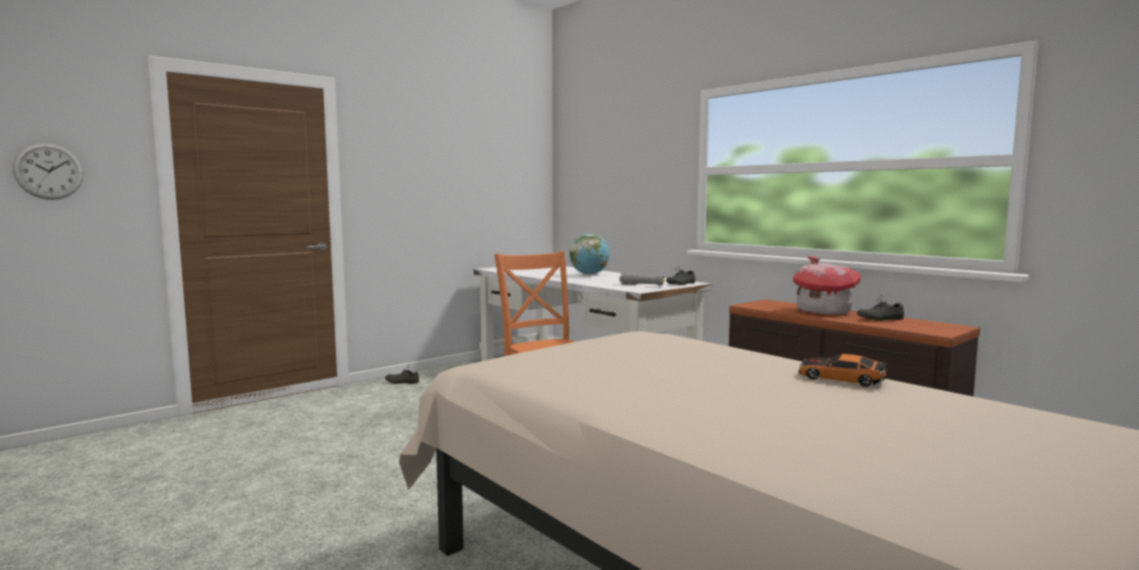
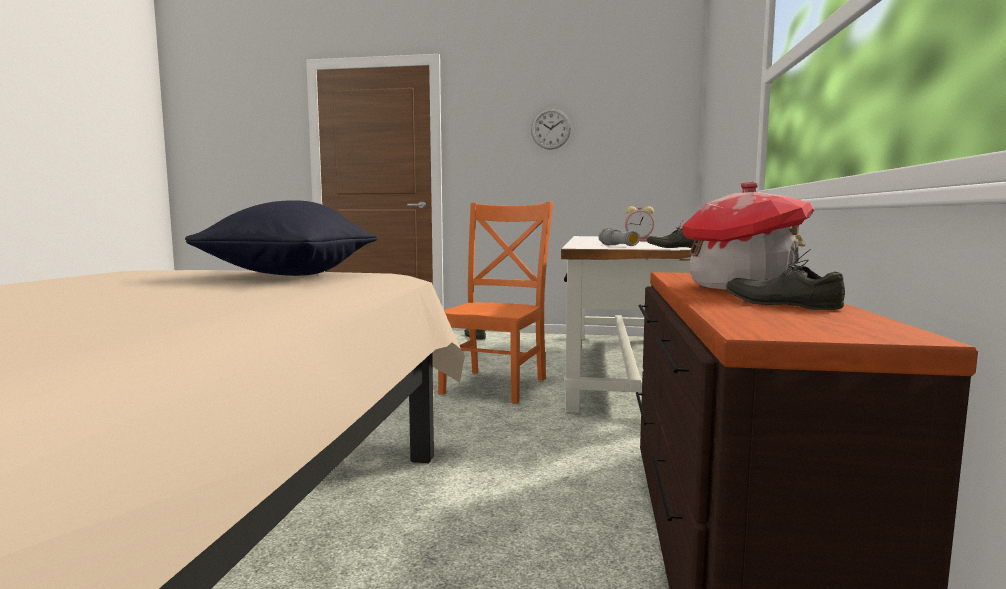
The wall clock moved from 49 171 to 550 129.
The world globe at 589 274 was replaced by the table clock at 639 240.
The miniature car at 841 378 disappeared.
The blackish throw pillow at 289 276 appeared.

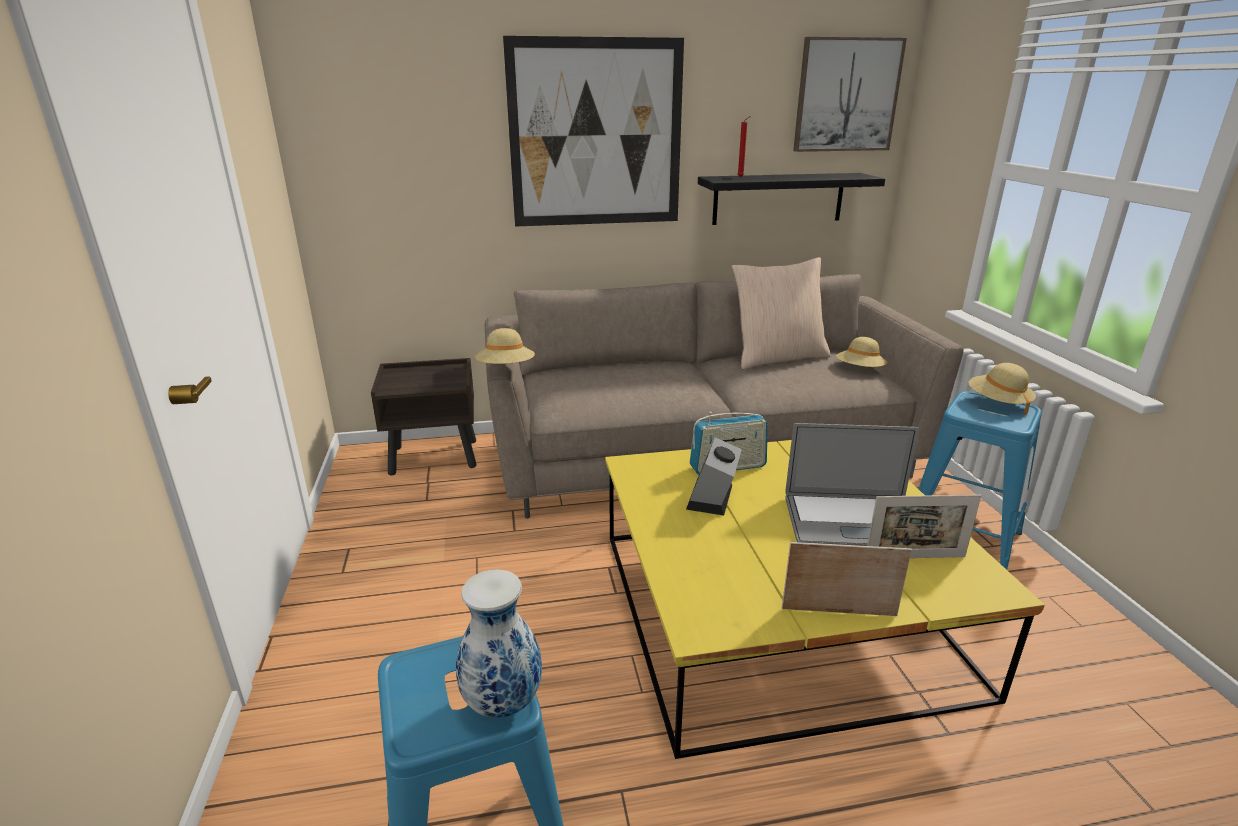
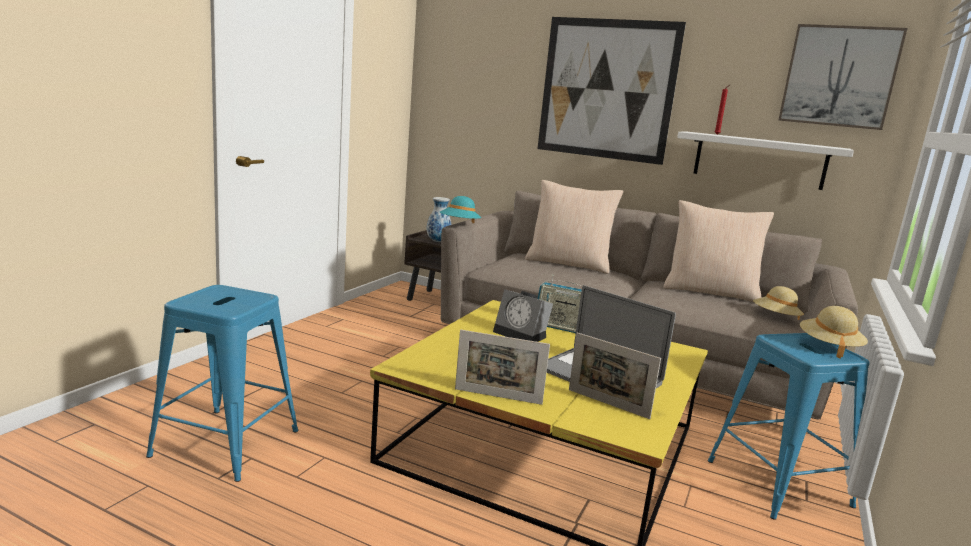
The blackish shelf at 778 198 became the white-coloured shelf at 759 160.
The beige-coloured clothing hat at 506 369 became the turquoise clothing hat at 459 225.
The table clock at 712 499 turned 105 degrees counterclockwise.
The standing frame at 838 612 turned 150 degrees clockwise.
The flower vase moved from 502 701 to 438 241.
The beige-coloured throw pillow at 568 263 appeared.

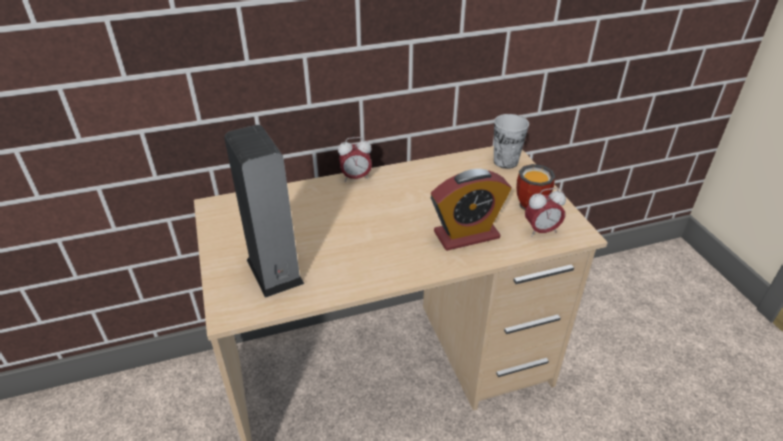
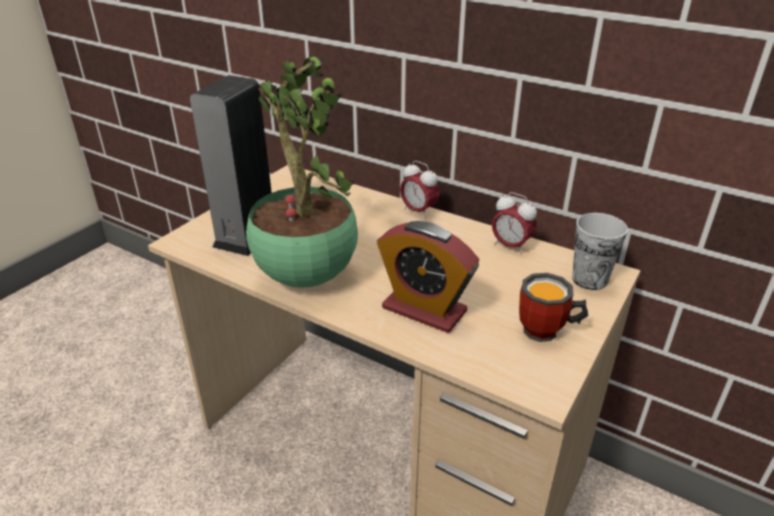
The table clock moved from 541 231 to 510 246.
The plant in a pot at 304 275 appeared.

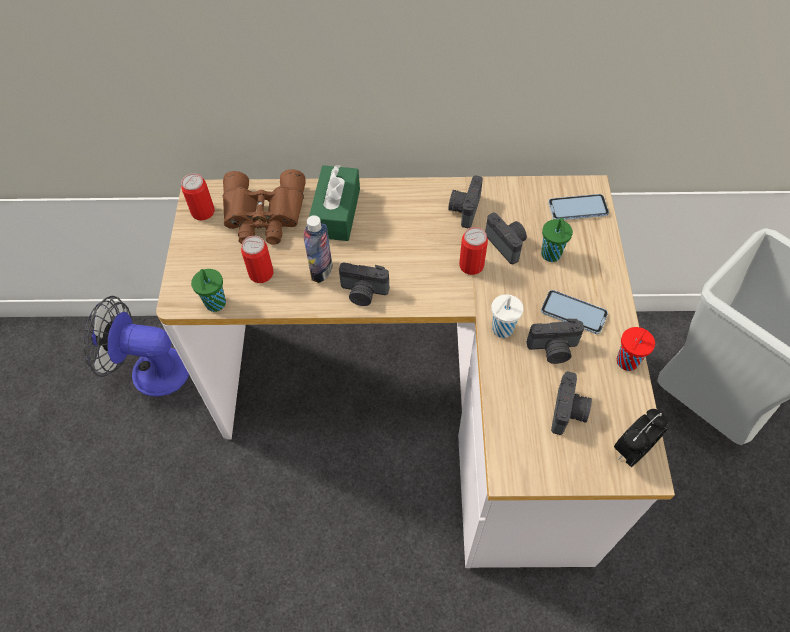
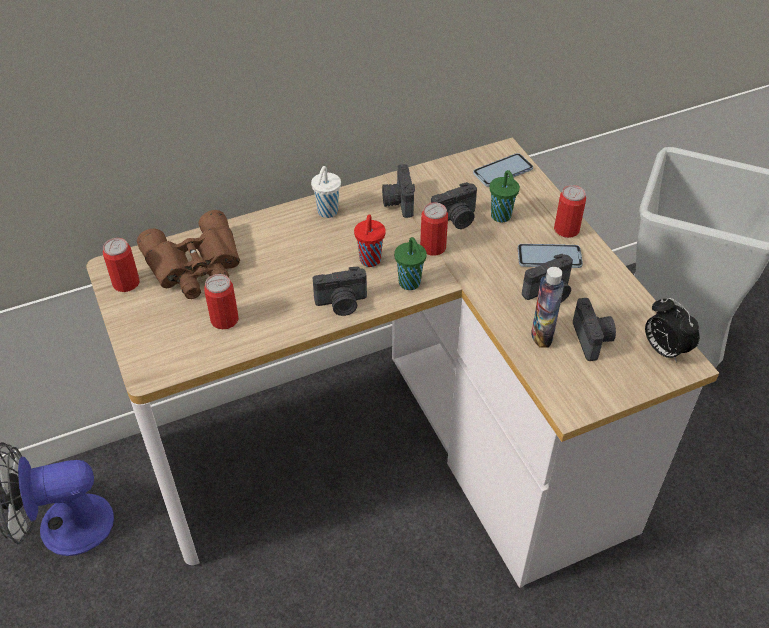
The green-coloured tissue box at 336 212 disappeared.
The photo camera at 507 244 turned 120 degrees clockwise.
The bottle moved from 321 271 to 542 335.
The green-coloured cup moved from 215 304 to 410 284.
The white-coloured cup moved from 501 330 to 327 212.
The red-coloured cup moved from 626 362 to 370 261.
The table clock at 632 449 turned 60 degrees counterclockwise.
The can at 566 229 appeared.

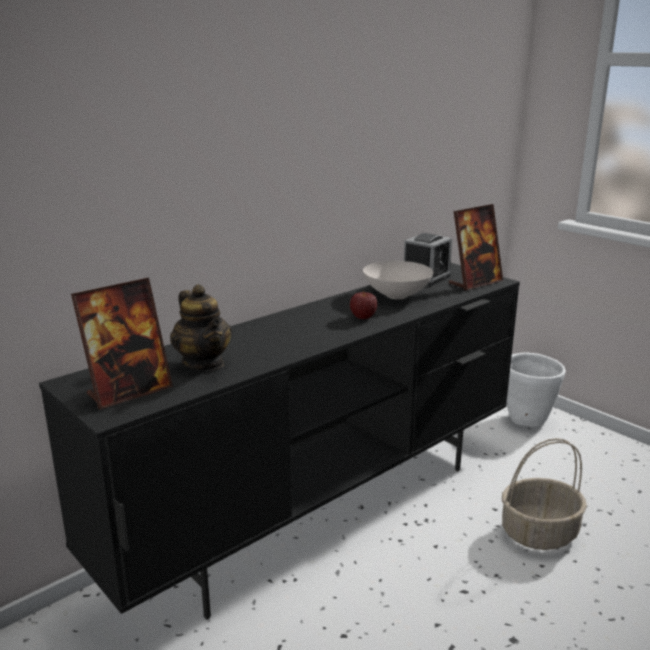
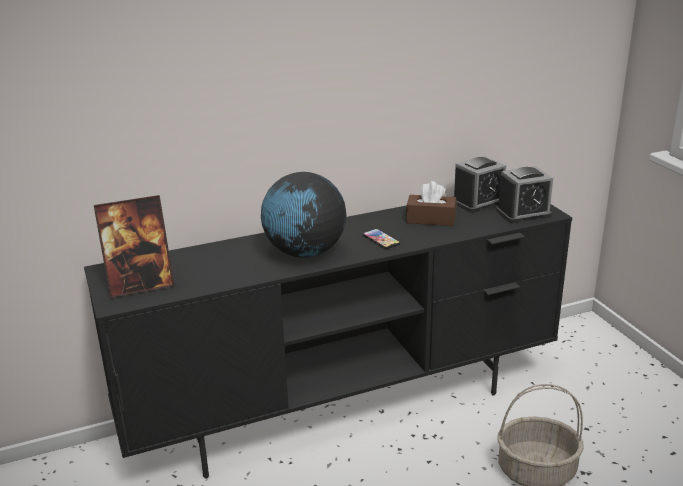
The standing frame at 475 282 was replaced by the table clock at 523 213.
The white-coloured serving bowl at 396 296 was replaced by the brown tissue box at 431 219.
The tea pot at 203 363 disappeared.
The whole apple at 363 317 was replaced by the handset at 381 239.
The white-coloured planter at 528 420 disappeared.
The world globe at 304 253 appeared.

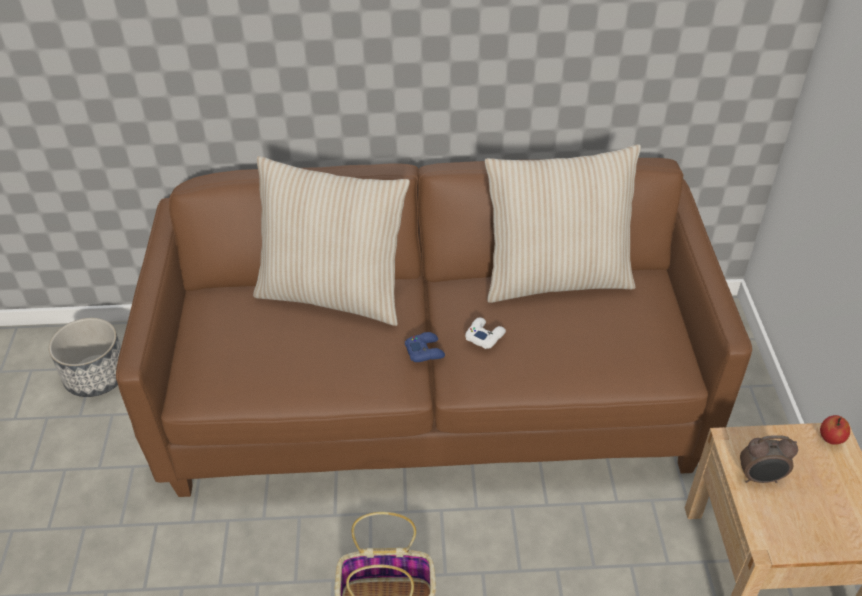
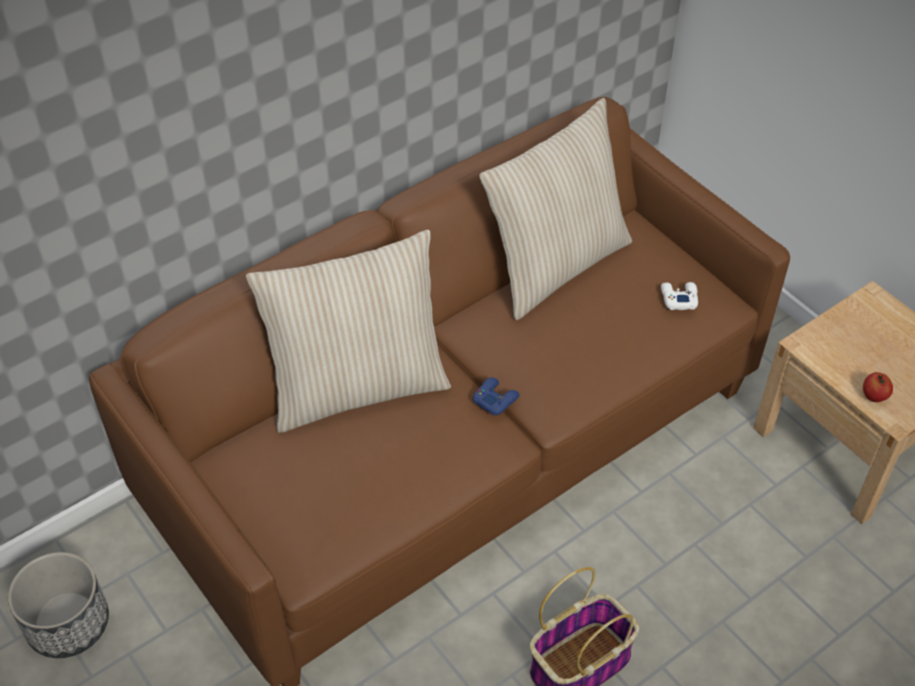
The white-coloured game controller moved from 484 336 to 678 298.
The whole apple moved from 831 439 to 874 396.
The table clock at 760 478 disappeared.

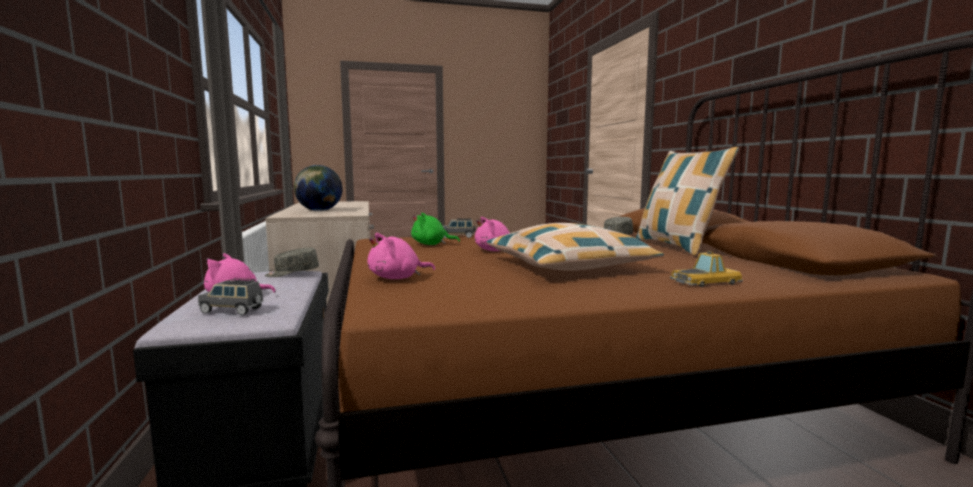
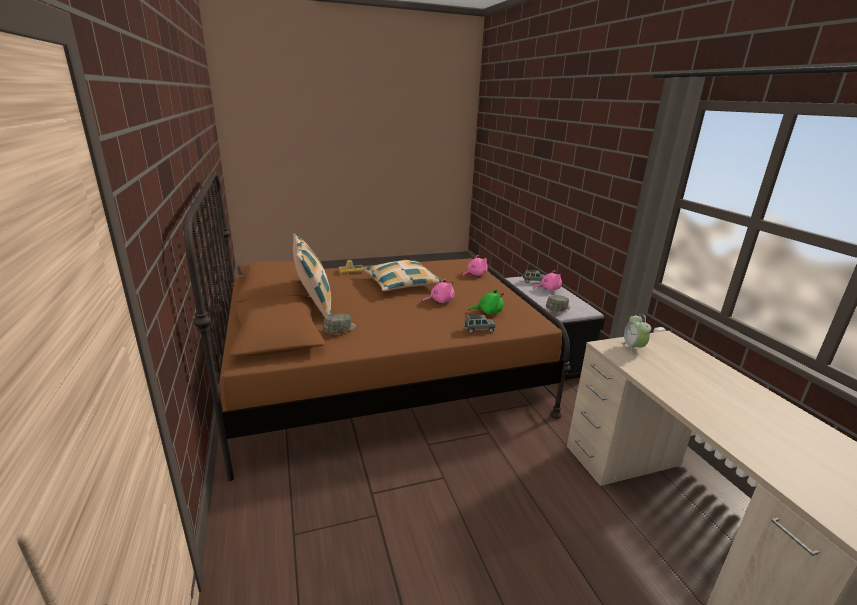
The world globe at 319 211 disappeared.
The table clock at 633 348 appeared.

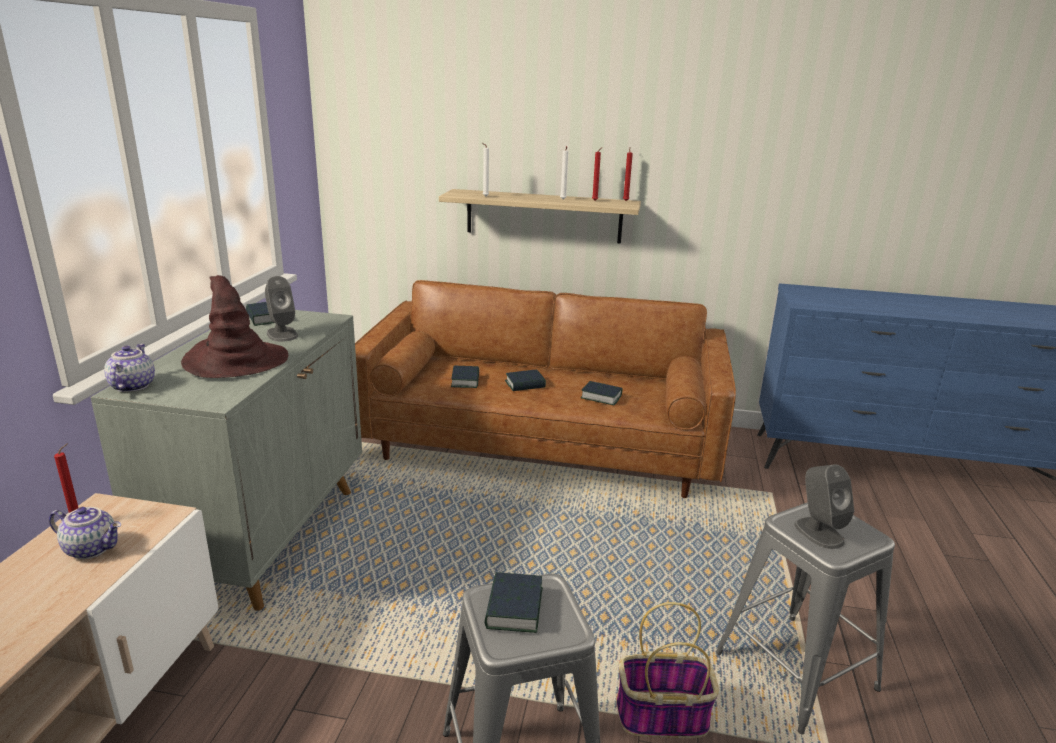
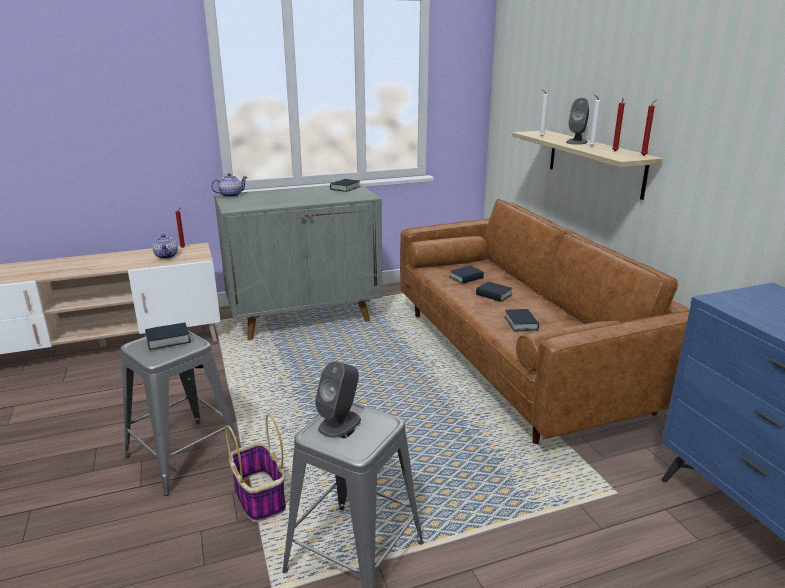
The brown clothing hat at 235 361 disappeared.
The gray speaker moved from 282 334 to 576 142.

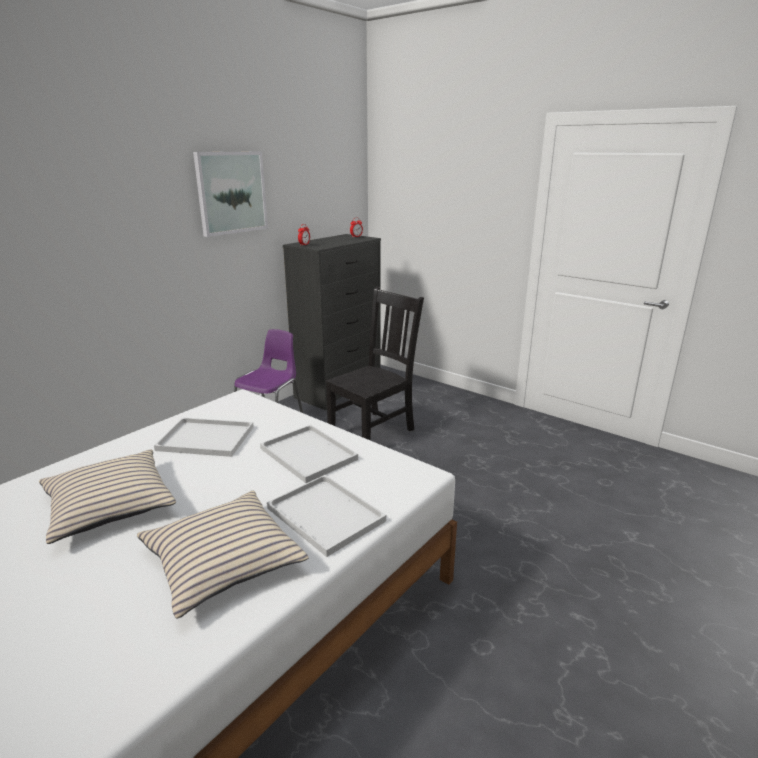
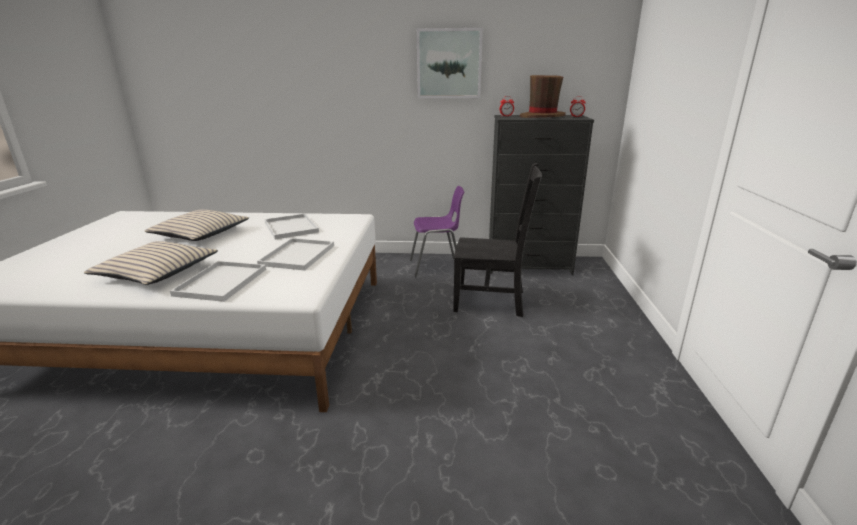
The brown clothing hat at 542 116 appeared.

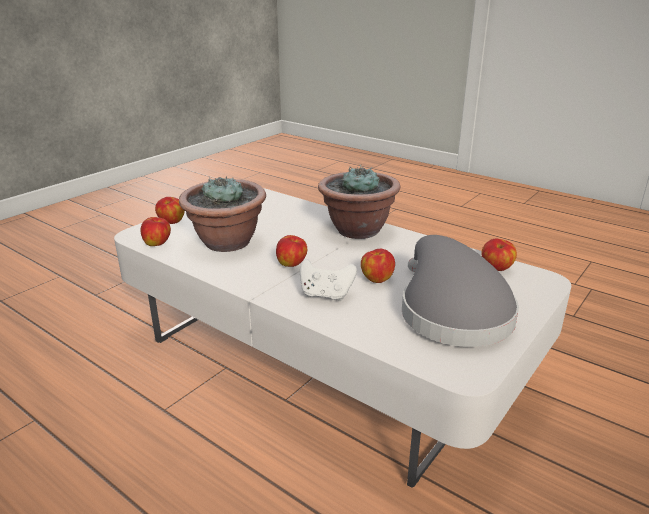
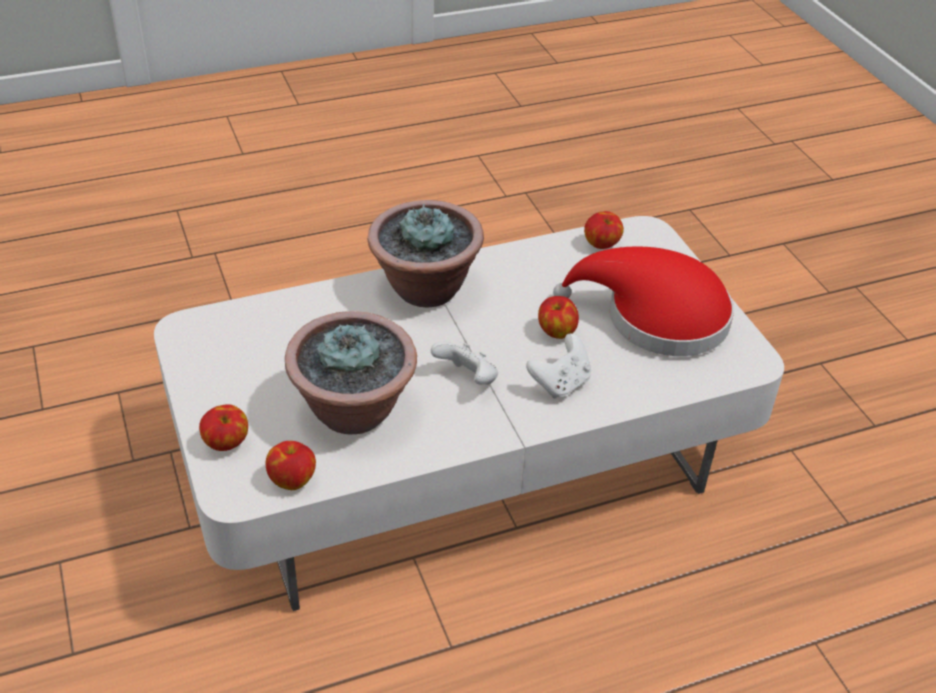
The whole apple at 292 264 was replaced by the white-coloured game controller at 467 379.
The gray clothing hat at 451 312 became the red-coloured clothing hat at 656 317.

